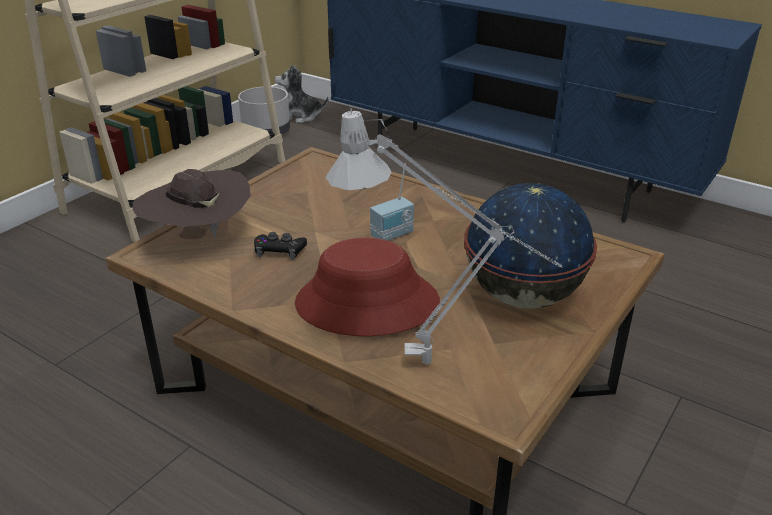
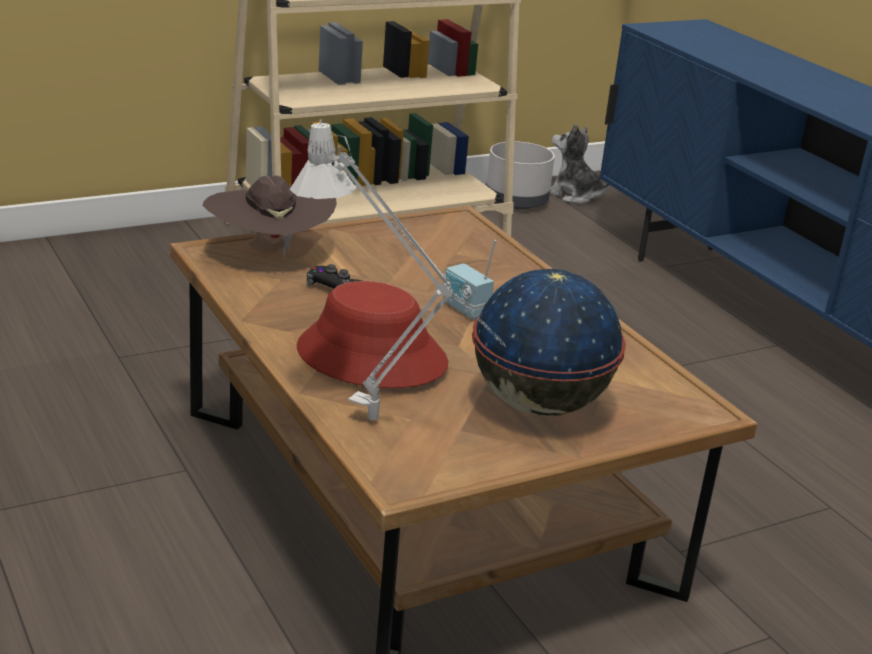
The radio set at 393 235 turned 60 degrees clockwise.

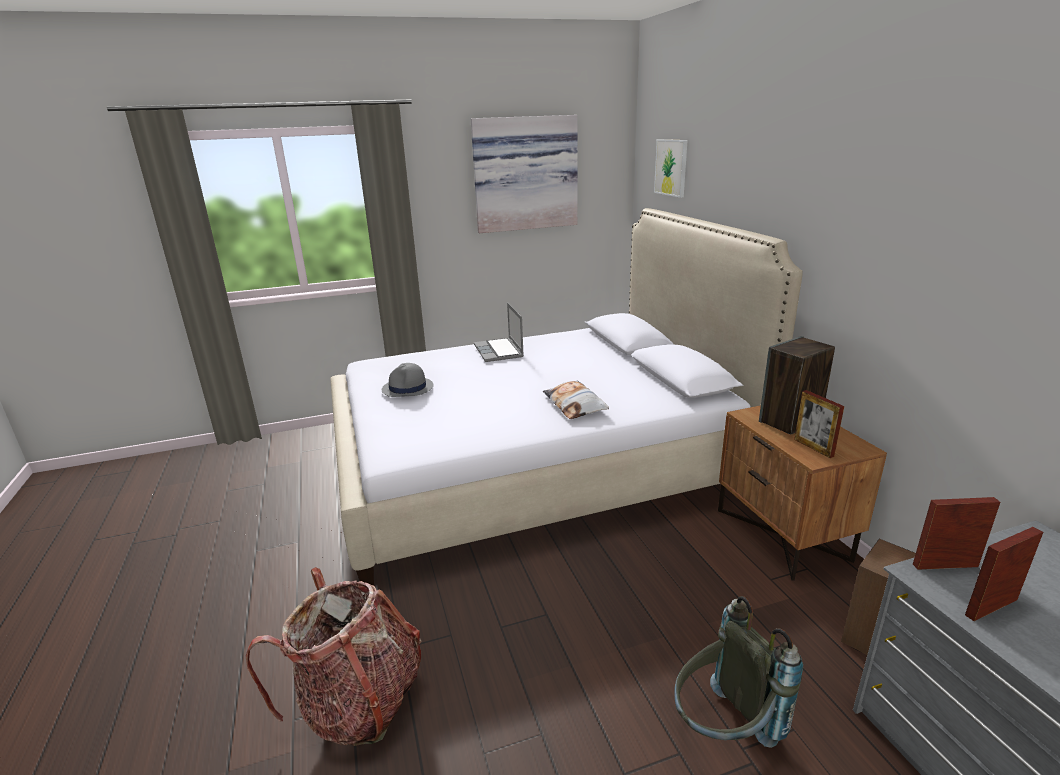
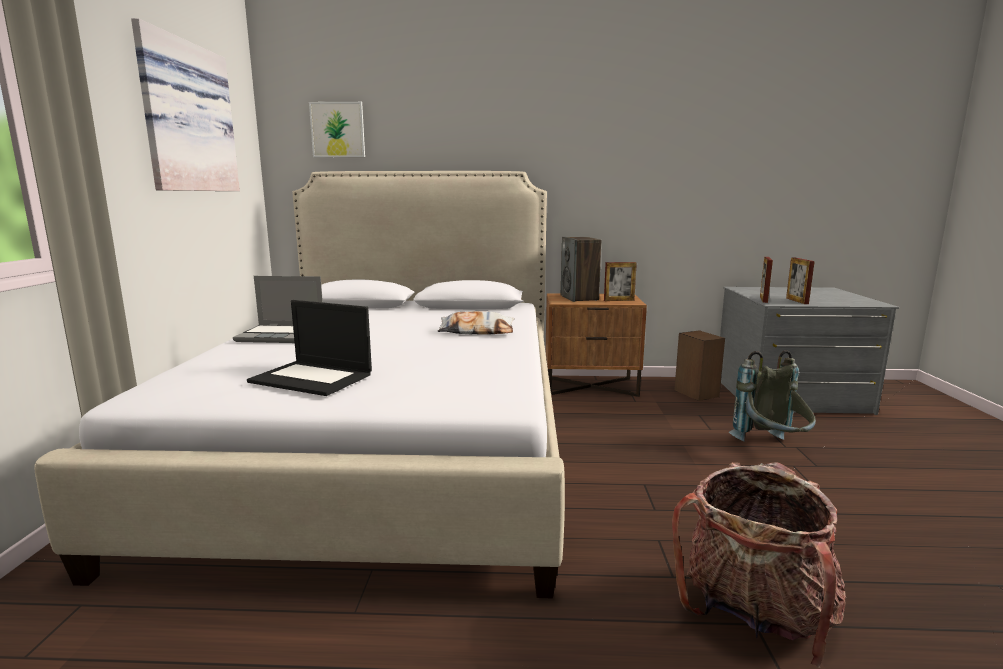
The gray clothing hat at 408 388 was replaced by the portable computer at 313 378.

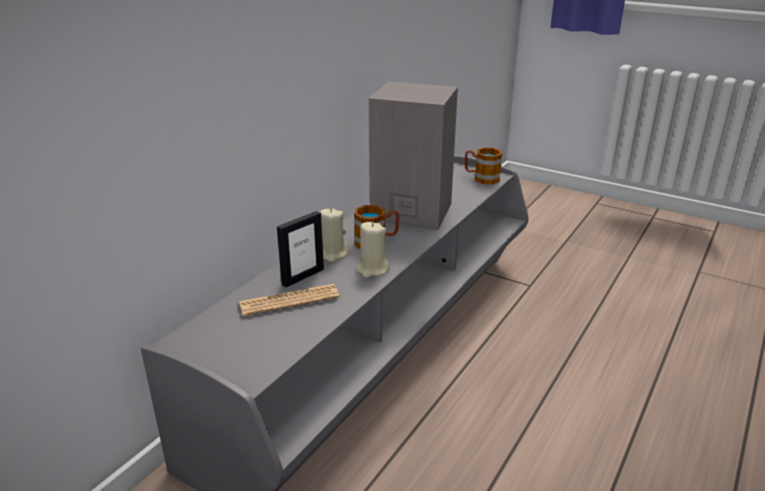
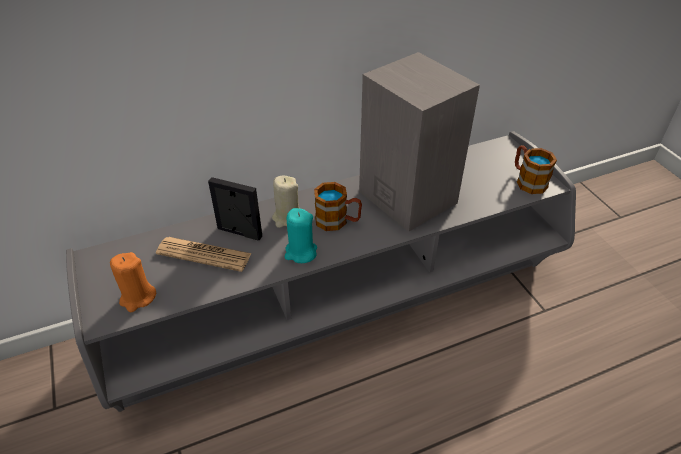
The standing frame at 302 277 turned 150 degrees counterclockwise.
The beige-coloured wax light at 372 270 became the turquoise wax light at 300 252.
The orange wax light at 137 297 appeared.

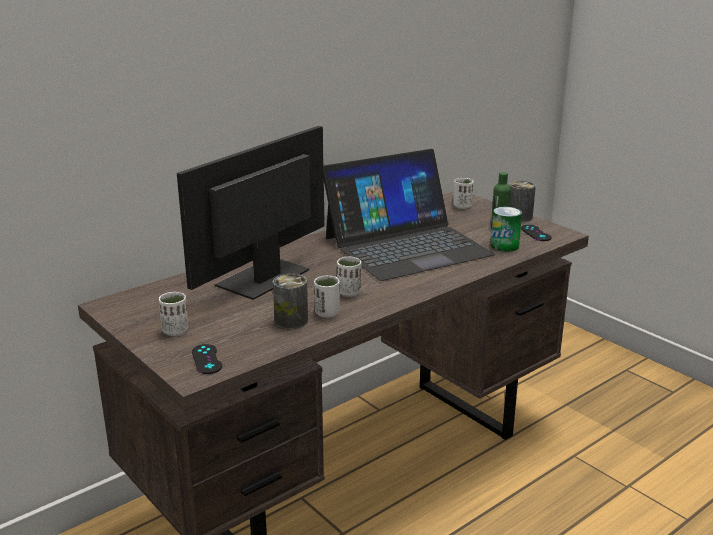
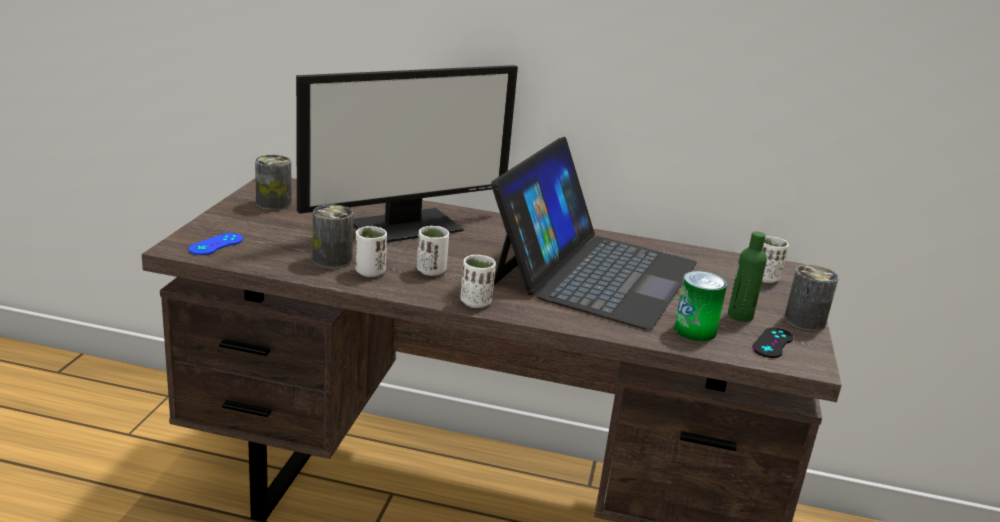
The monitor at 263 278 turned 150 degrees clockwise.
The portable computer at 406 246 turned 90 degrees counterclockwise.
The white-coloured cup moved from 175 331 to 475 302.
The blackish game controller at 207 359 became the bluish game controller at 216 244.
The can at 273 204 appeared.

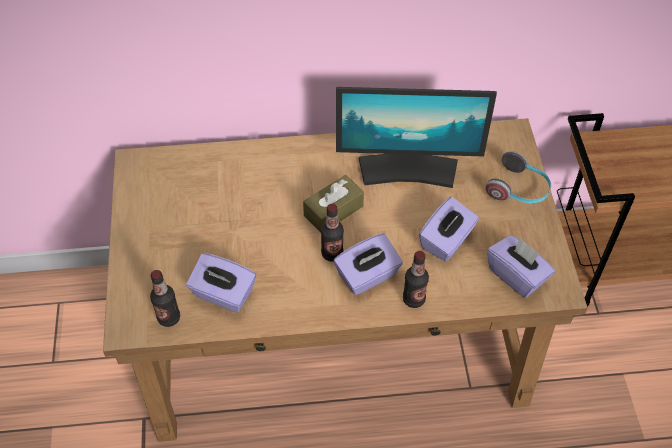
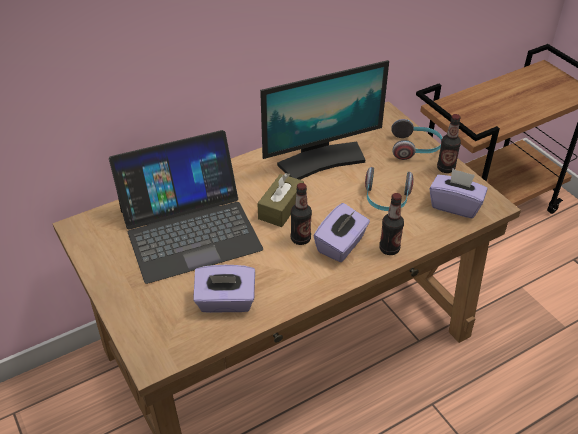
The purplish tissue box at 447 241 was replaced by the headphones at 386 200.
The bottle moved from 169 318 to 445 168.
The portable computer at 189 229 appeared.

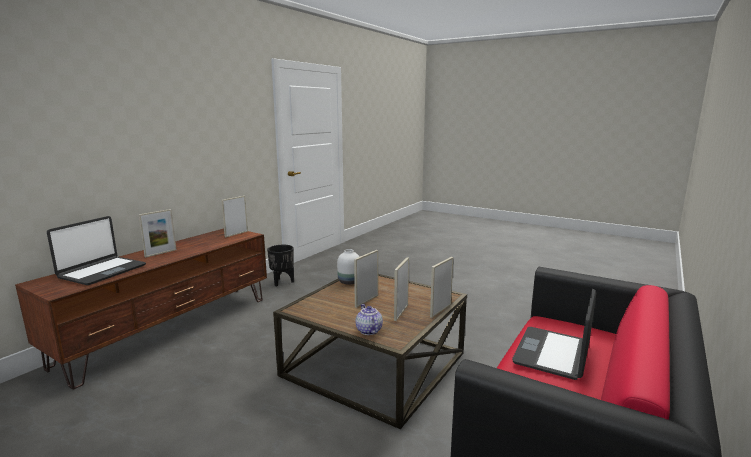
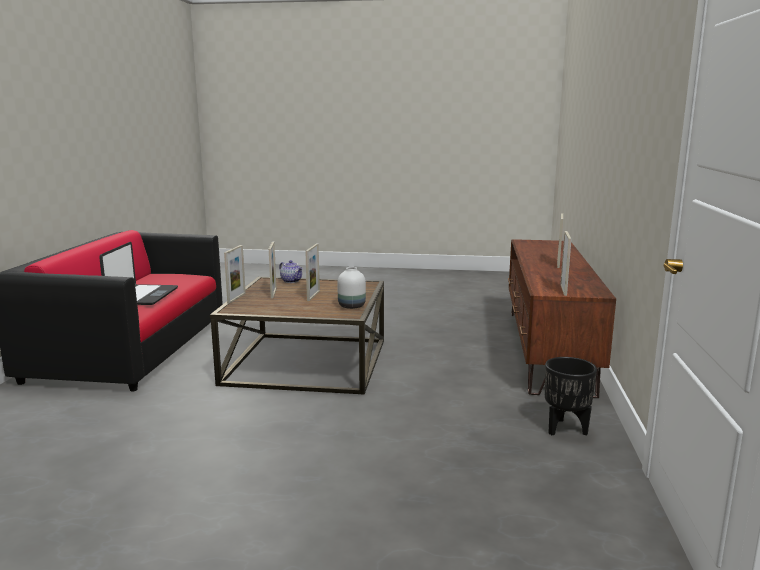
The portable computer at 102 271 disappeared.

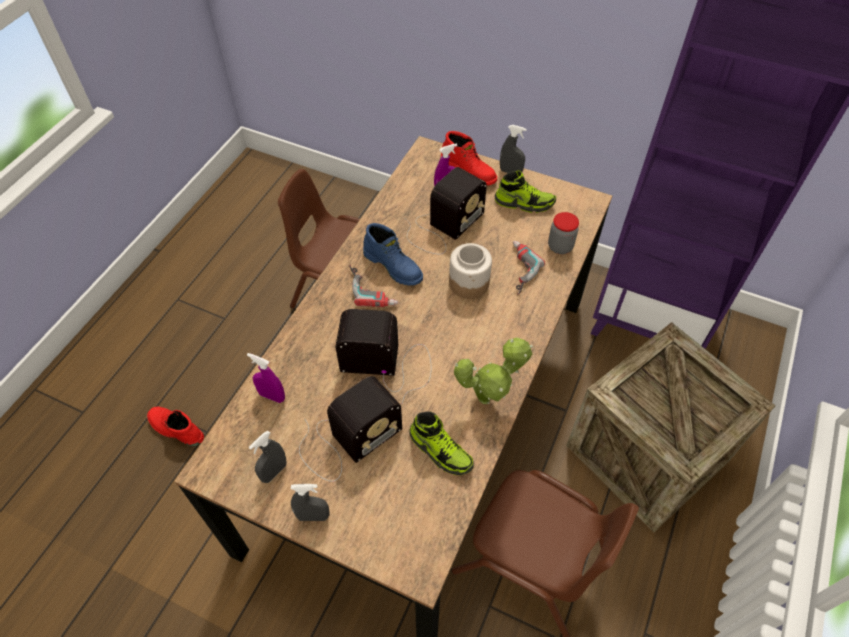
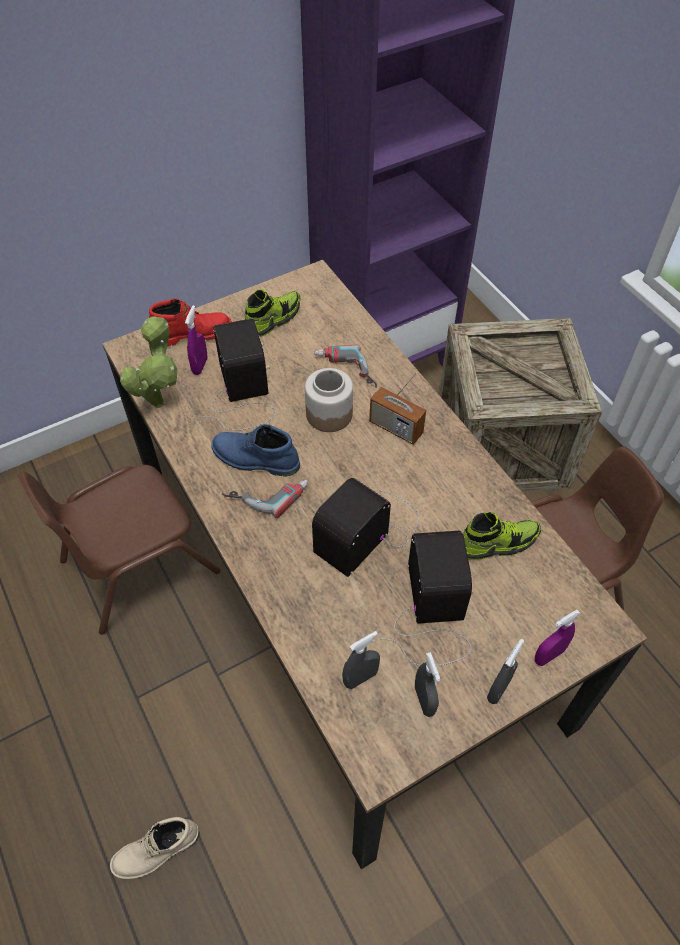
The gray spray bottle moved from 510 172 to 360 678.
The preserve jar at 560 246 disappeared.
The bluish tall boot at 394 266 turned 150 degrees counterclockwise.
The plant in a pot moved from 488 397 to 160 400.
The purplish spray bottle moved from 272 396 to 548 655.
The red-coloured tall boot at 175 429 became the beige-coloured tall boot at 157 852.
The radio set at 396 428 appeared.

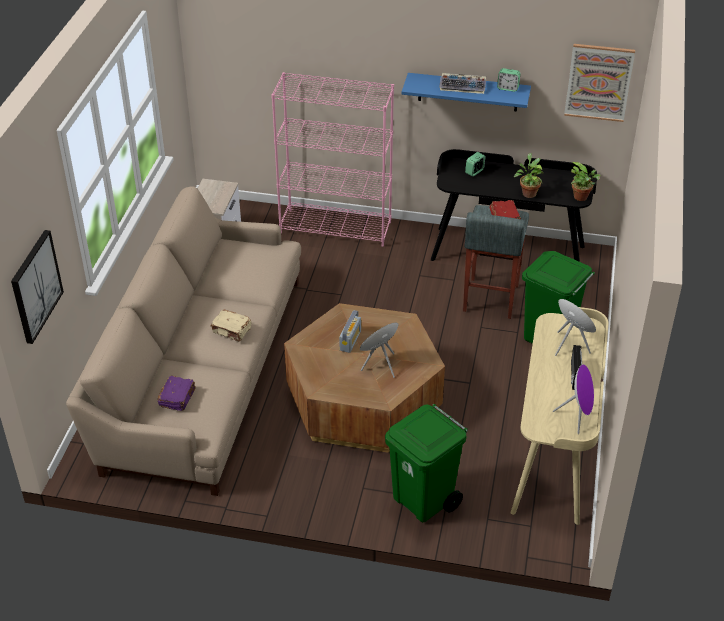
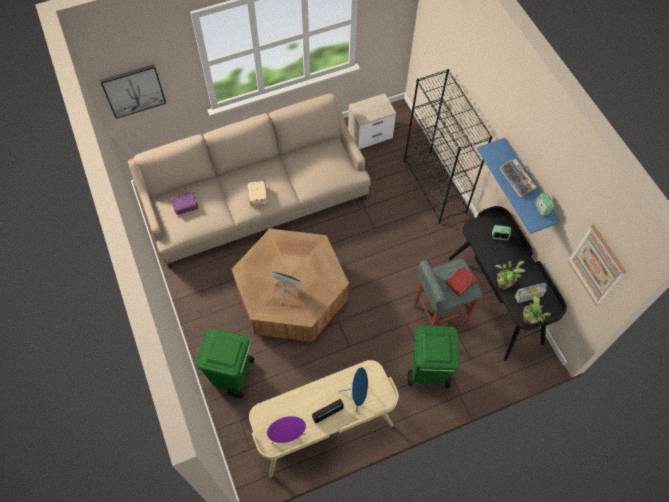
The pinkish bookcase at 336 227 became the blackish bookcase at 435 187.
The radio set moved from 350 340 to 528 296.

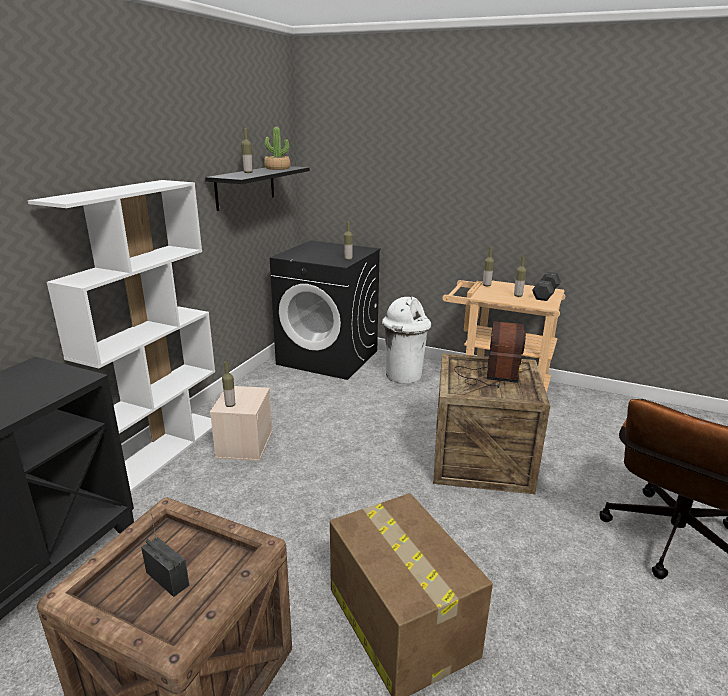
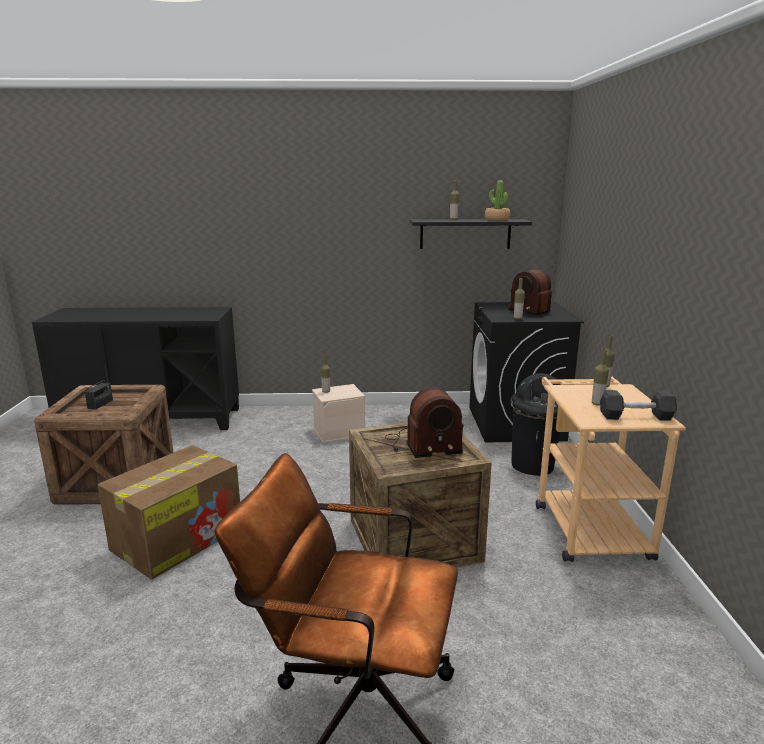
The white-coloured bookcase at 162 450 disappeared.
The white-coloured rubbish bin at 404 376 became the blackish rubbish bin at 533 466.
The radio set at 529 310 appeared.

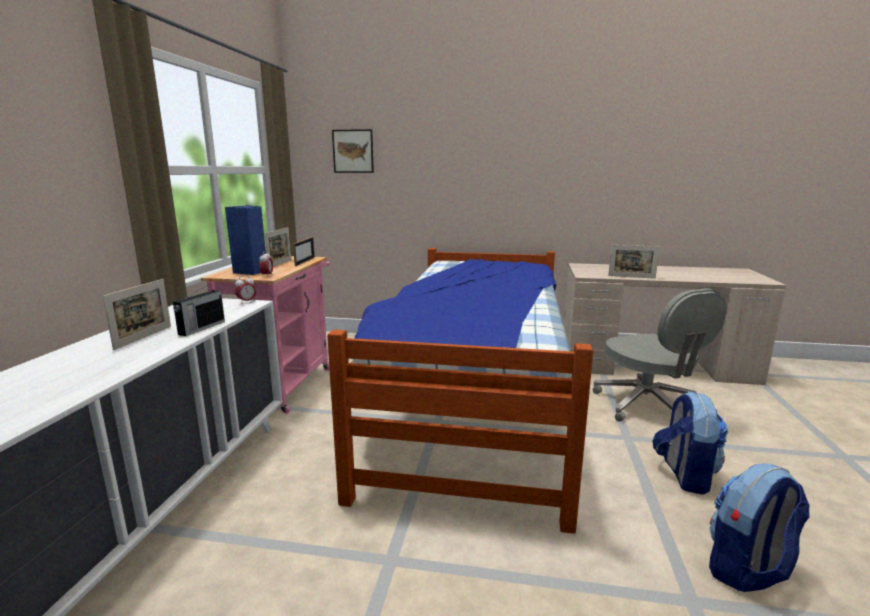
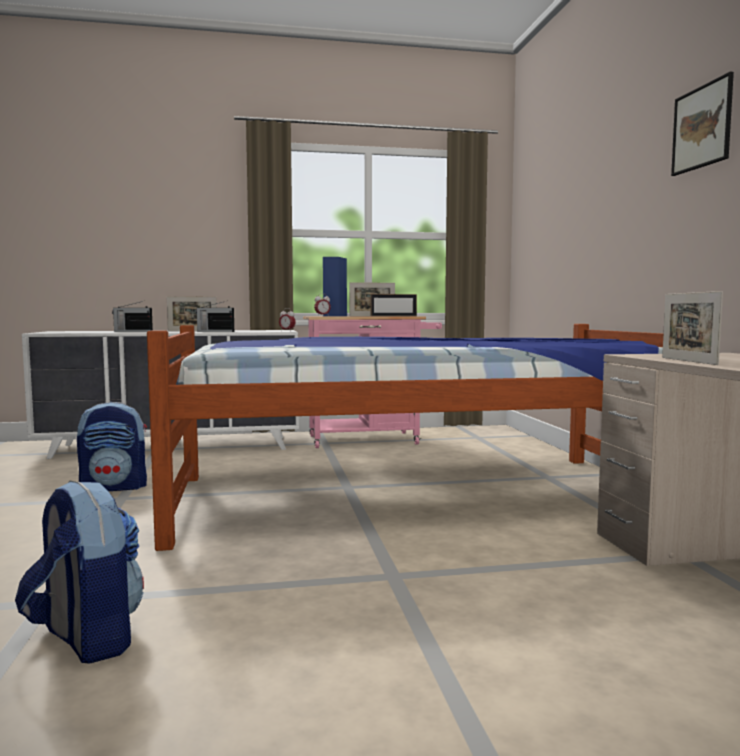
The wall art moved from 353 151 to 702 127.
The gray computer chair at 647 406 disappeared.
The backpack moved from 684 475 to 115 487.
The radio set at 132 331 appeared.

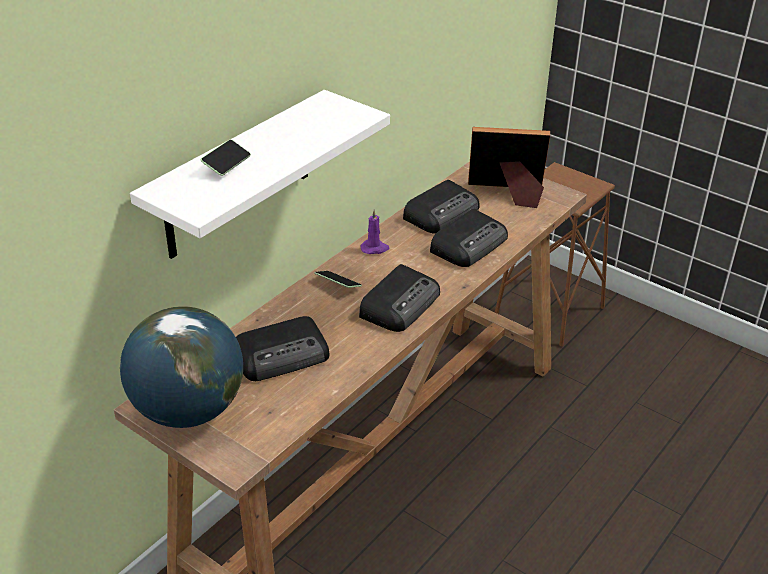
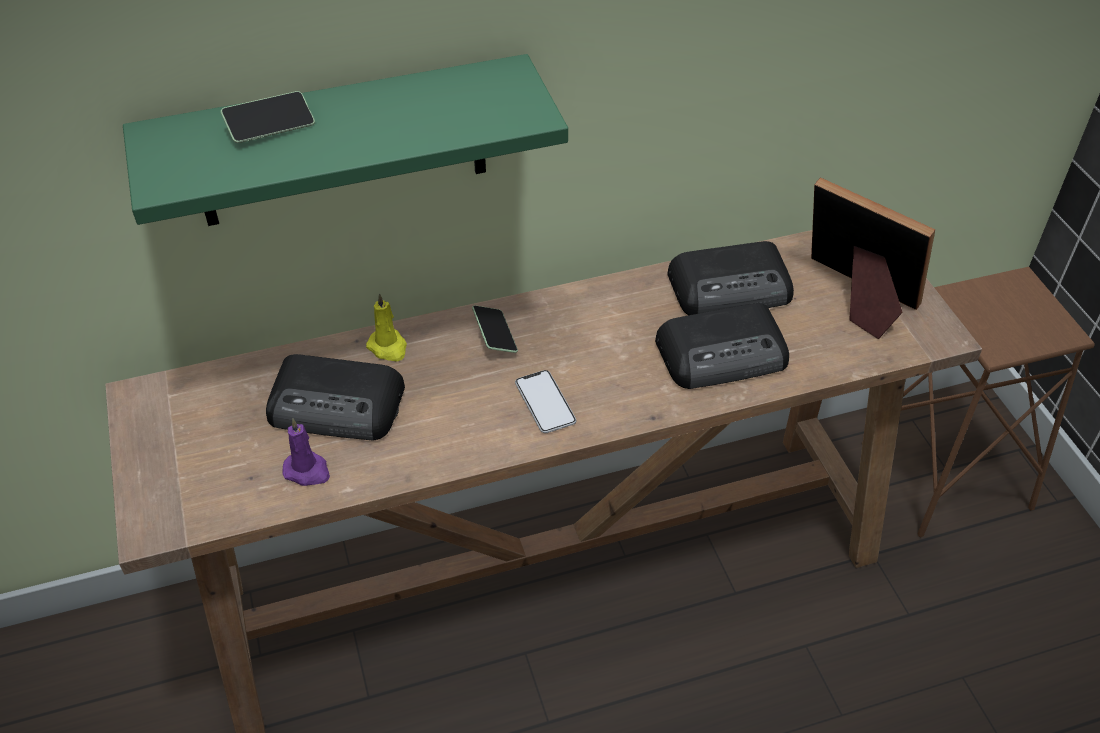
The white-coloured shelf at 238 176 became the green-coloured shelf at 341 143.
The purplish wax light moved from 375 248 to 307 471.
The radio set at 400 304 was replaced by the handset at 545 402.
The world globe at 189 411 disappeared.
The yellow wax light at 388 347 appeared.

